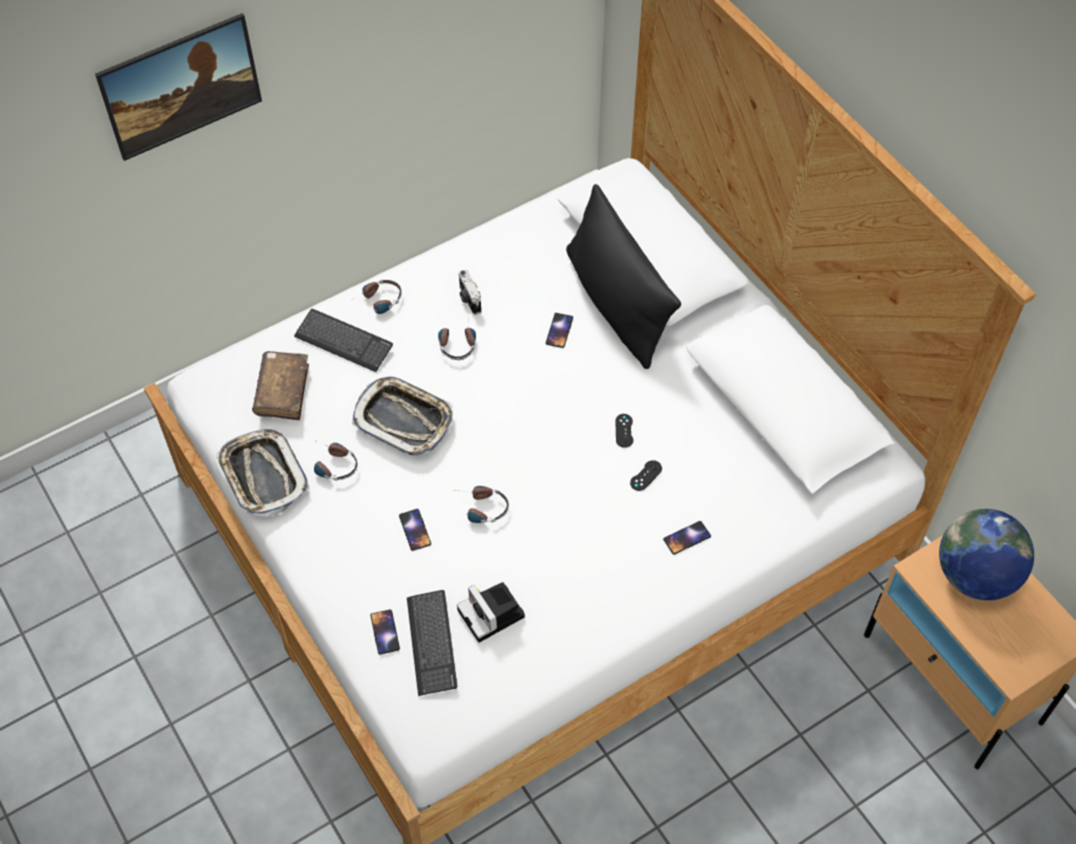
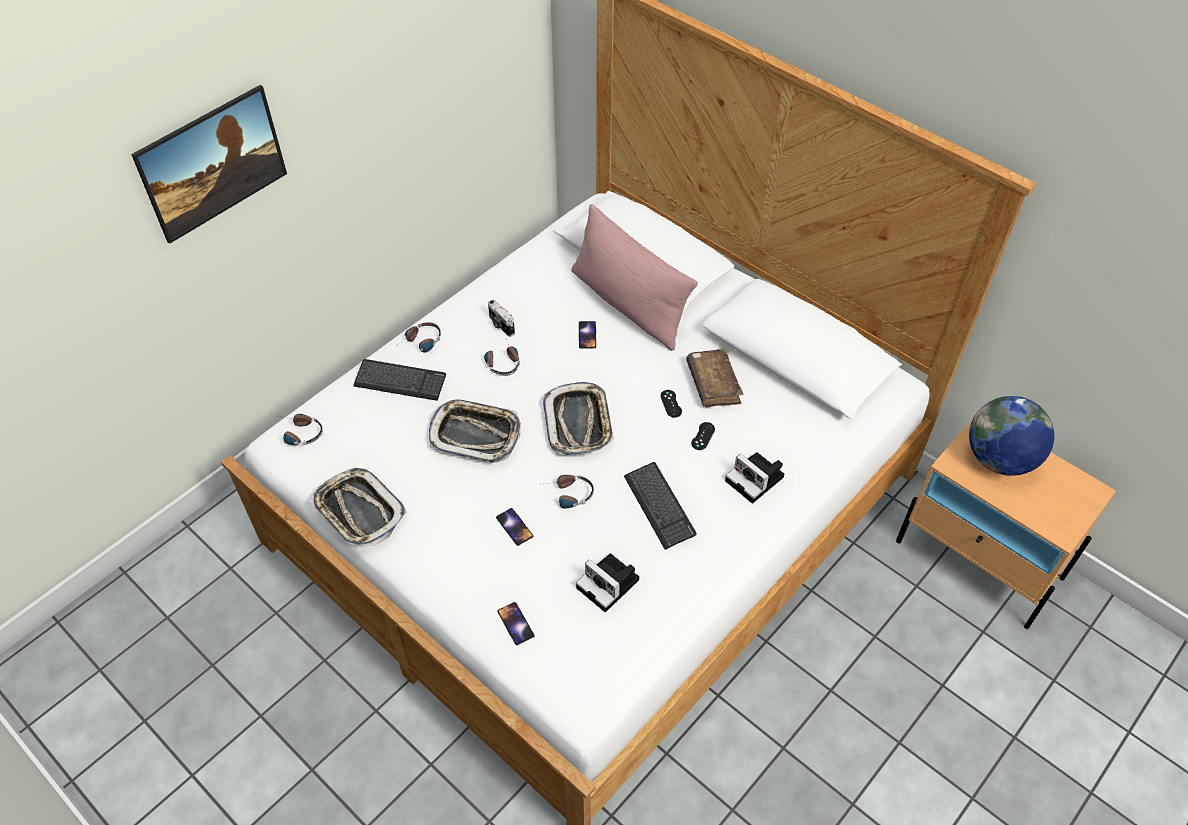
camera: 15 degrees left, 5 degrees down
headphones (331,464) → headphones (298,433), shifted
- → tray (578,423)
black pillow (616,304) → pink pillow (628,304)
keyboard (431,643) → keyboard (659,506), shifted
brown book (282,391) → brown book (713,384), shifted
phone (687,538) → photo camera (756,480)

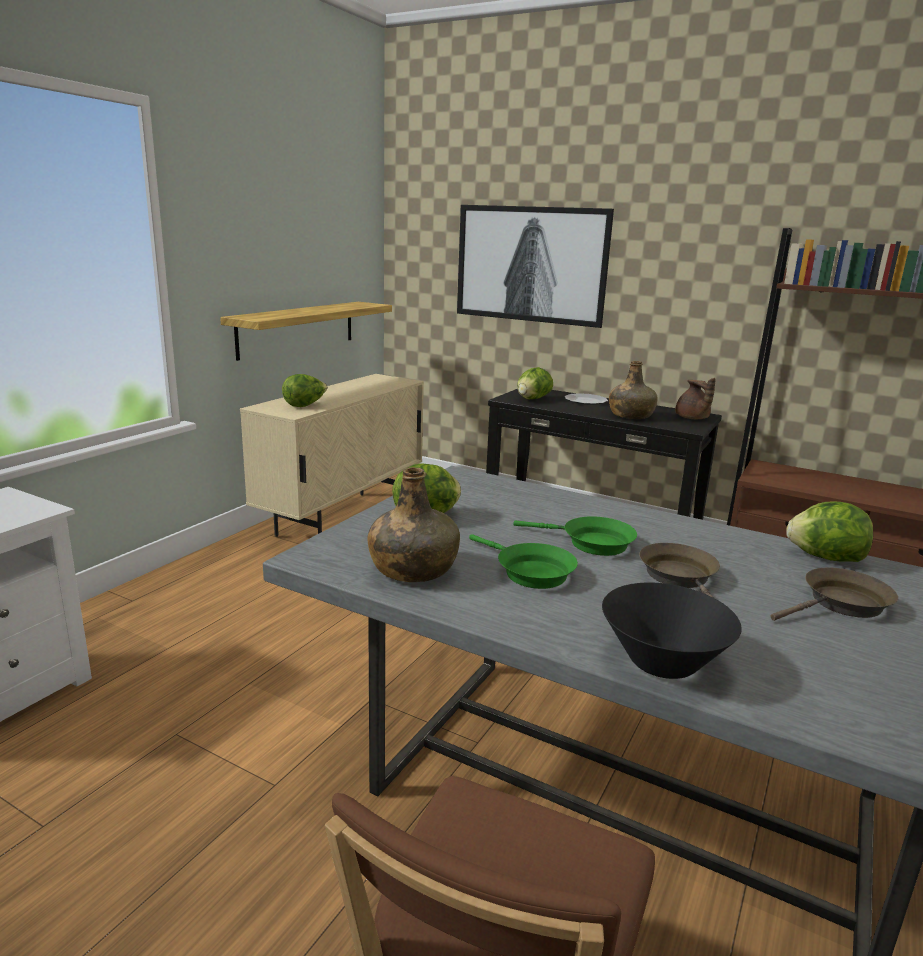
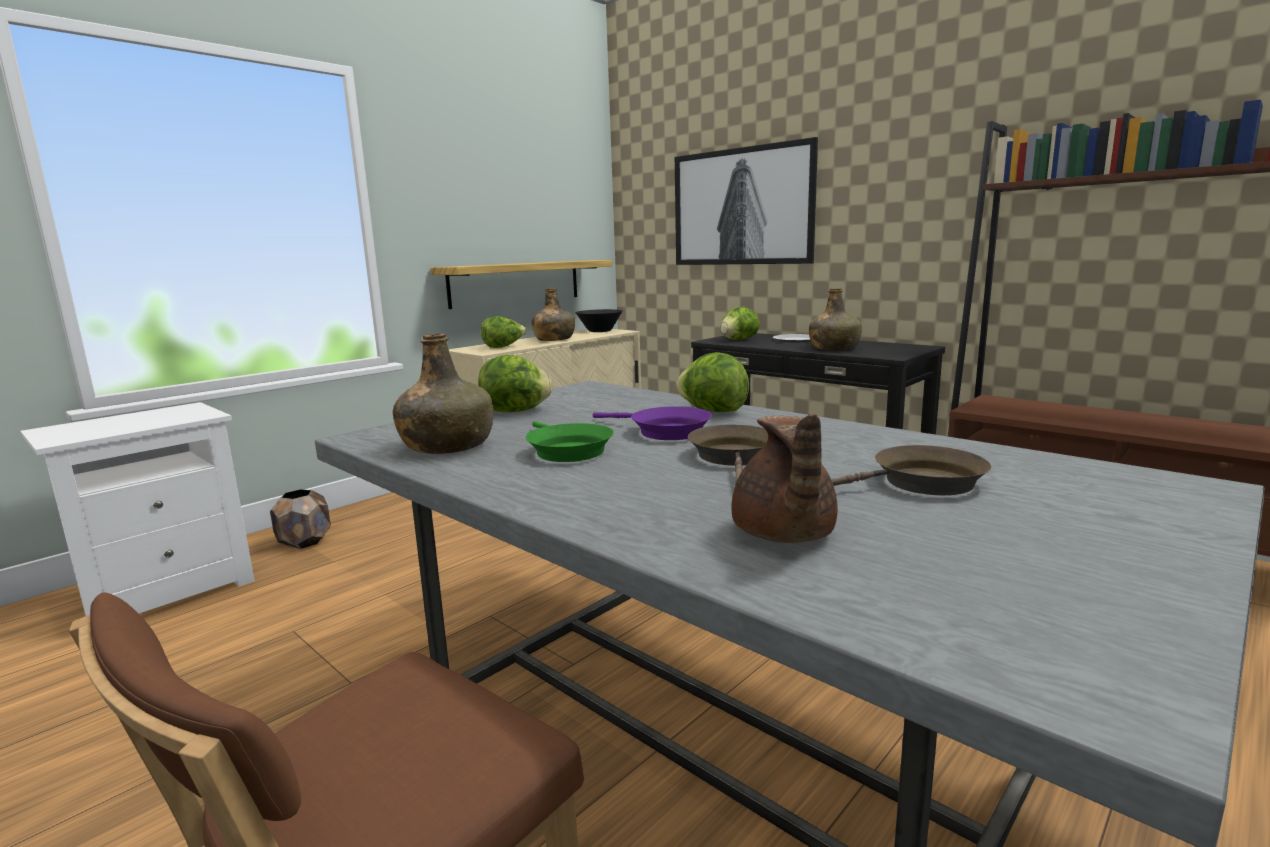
camera: 15 degrees right, 5 degrees down
- → brown planter (305,542)
- → green bottle (553,339)
black bowl (663,662) → black bowl (599,331), shifted
green frying pan (591,543) → purple frying pan (664,431)
lettuce (825,558) → lettuce (712,411), shifted
brown teapot (692,418) → brown teapot (783,535), shifted

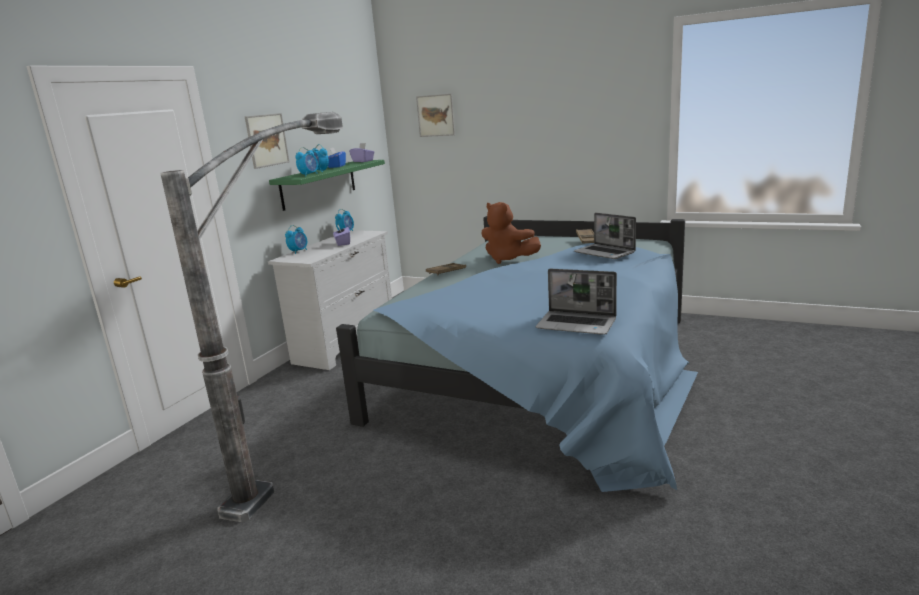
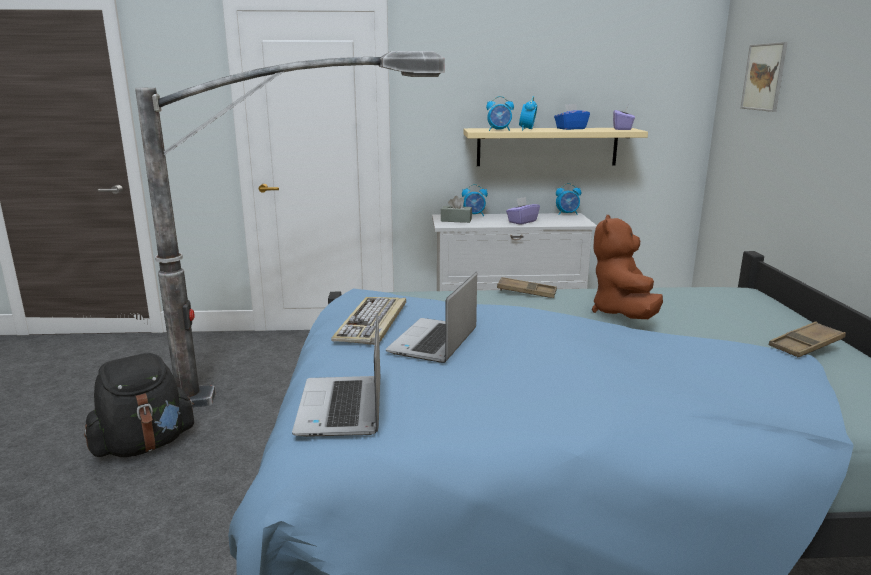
camera: 60 degrees right, 0 degrees up
- → black backpack (145,445)
- → keyboard (372,323)
laptop (605,253) → laptop (434,342), shifted
- → grey tissue box (456,220)
green shelf (319,184) → beige shelf (547,147)
picture (267,140) → -

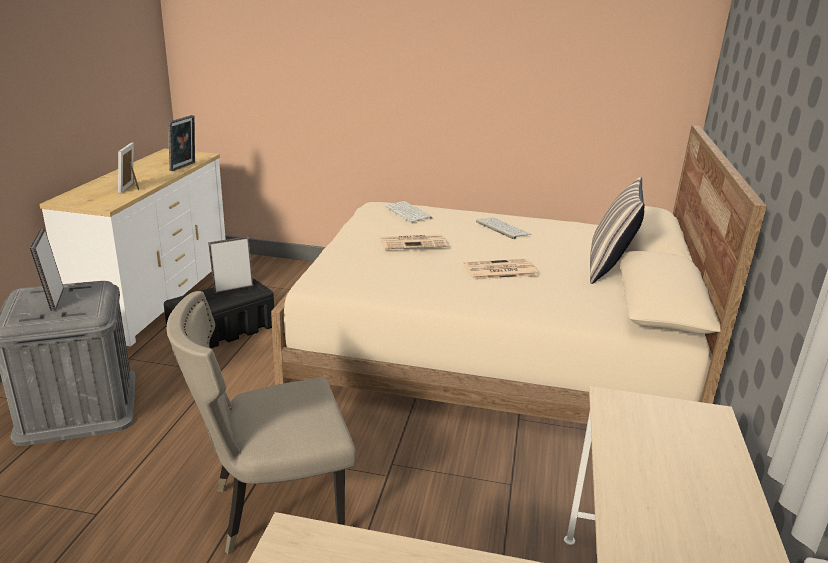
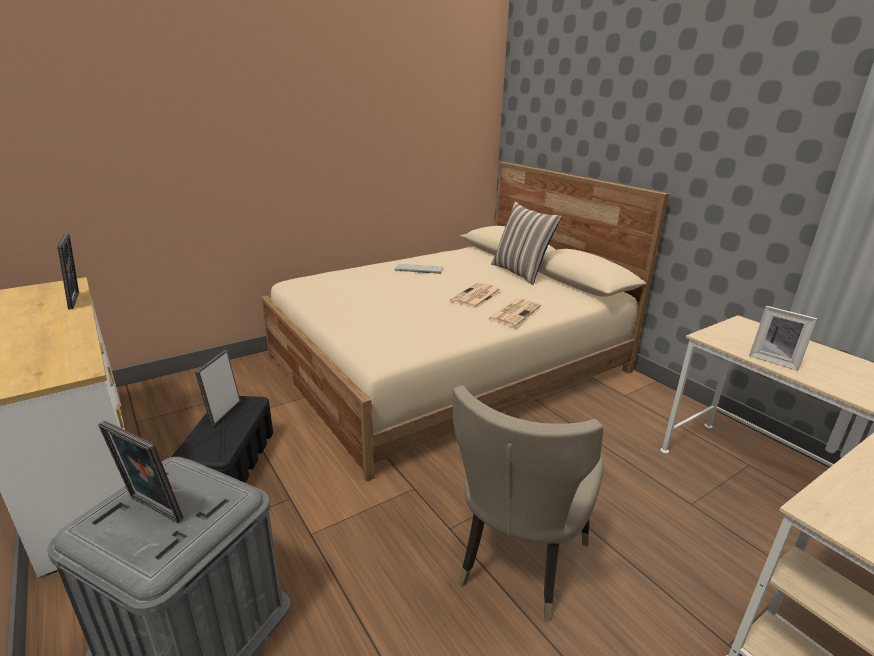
camera: 45 degrees left, 0 degrees up
newspaper (414,242) → newspaper (514,312), shifted
picture frame (132,188) → picture frame (775,360), shifted
keyboard (409,212) → -

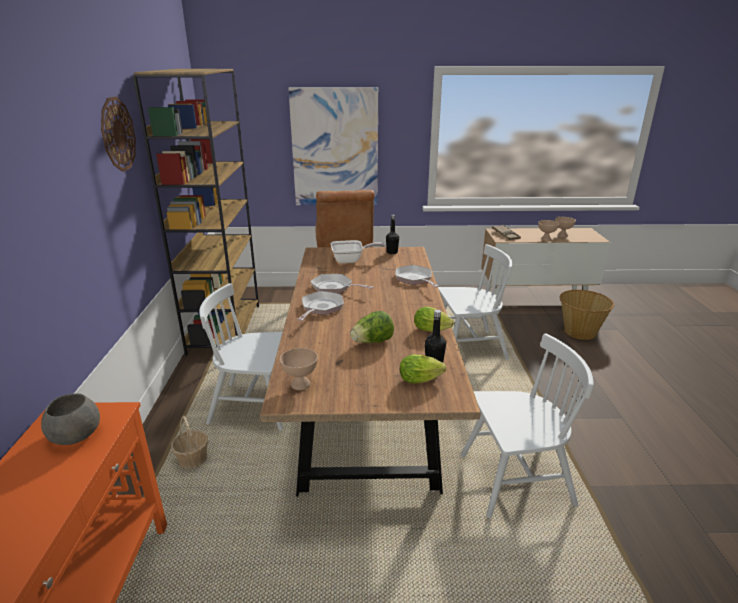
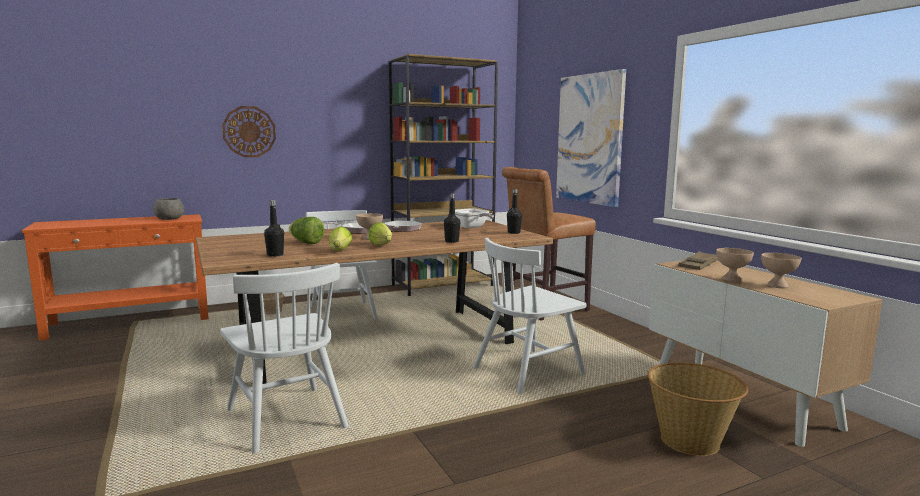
camera: 65 degrees right, 15 degrees down
wall clock (117,134) → wall clock (249,131), shifted
beige bowl (300,384) → beige bowl (370,238), shifted
lettuce (422,380) → lettuce (382,246), shifted
frying pan (415,279) → black bottle (451,241)
white chair (468,348) → white chair (528,371), 90 degrees clockwise

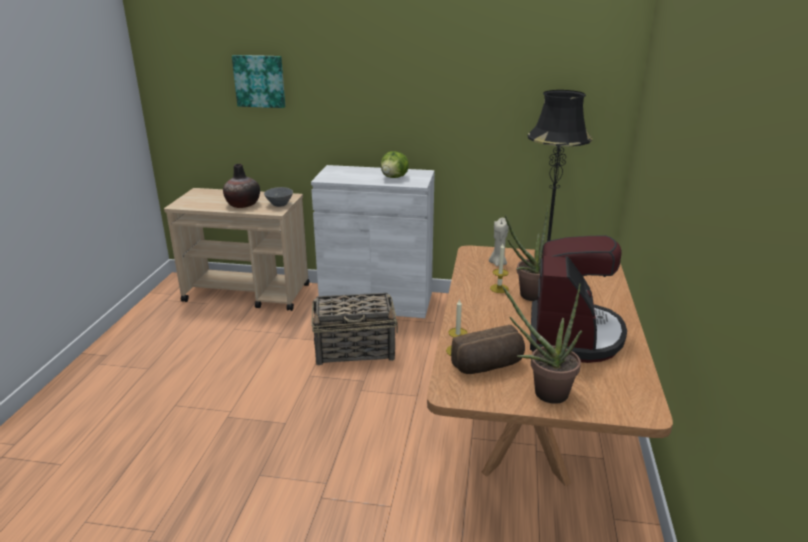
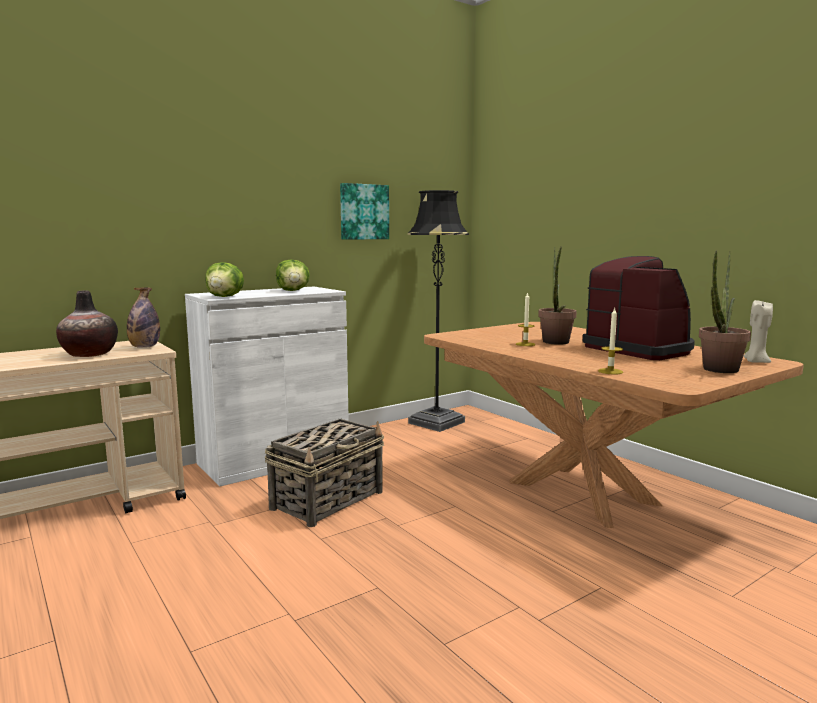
camera: 45 degrees left, 15 degrees down
grey bowl (278,204) → bottle (144,347)
- → lettuce (225,297)
picture (260,81) → picture (363,212), shifted
beige candle (497,263) → beige candle (755,362), shifted
bread (488,366) → -

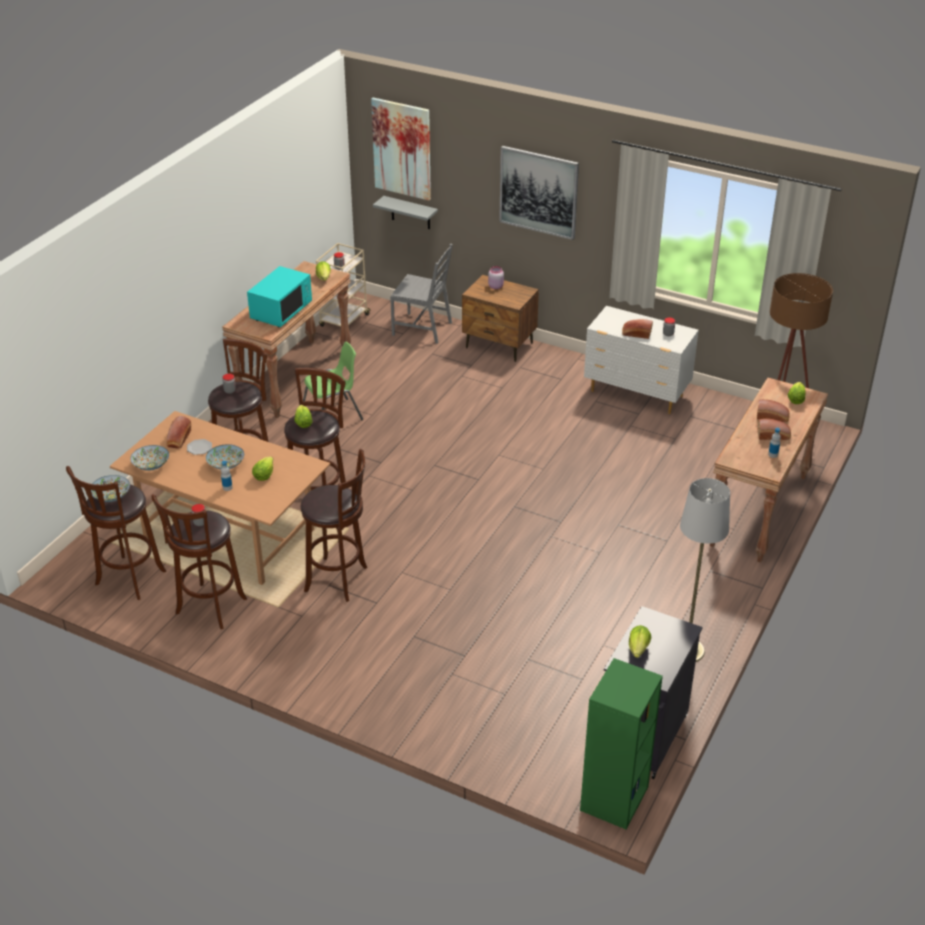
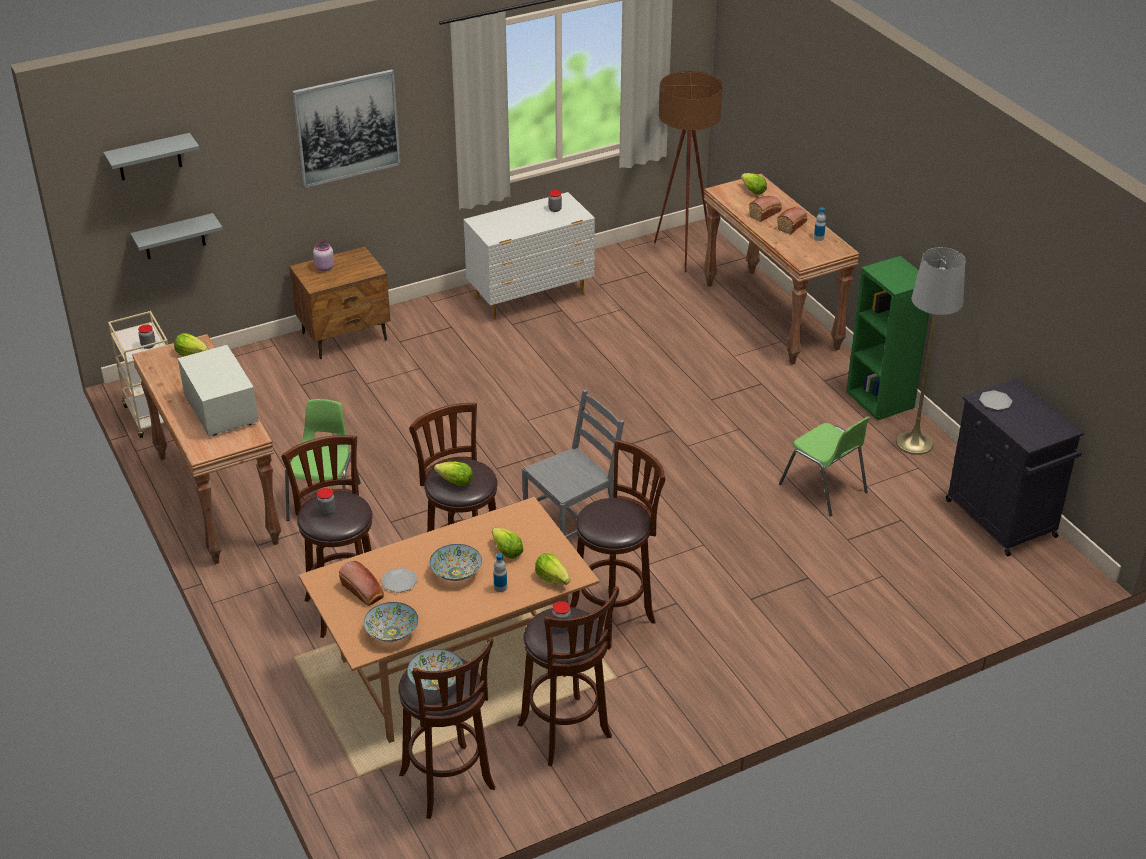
camera: 55 degrees left, 0 degrees up
picture (402,148) → grey shelf (149,157)
turquoise microwave (281,311) → white microwave (220,410)
grey chair (423,328) → grey chair (573,525), shifted
lettuce (638,648) → lettuce (552,578), shifted
- → green chair (824,489)
green bookcase (614,799) → green bookcase (881,400), shifted
- → plate (995,401)
bread (636,334) → -

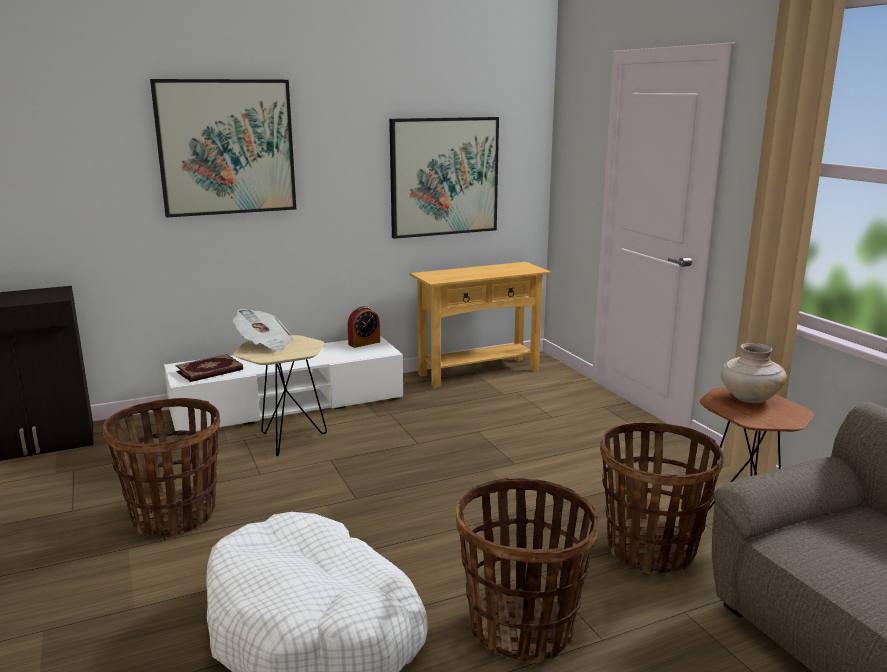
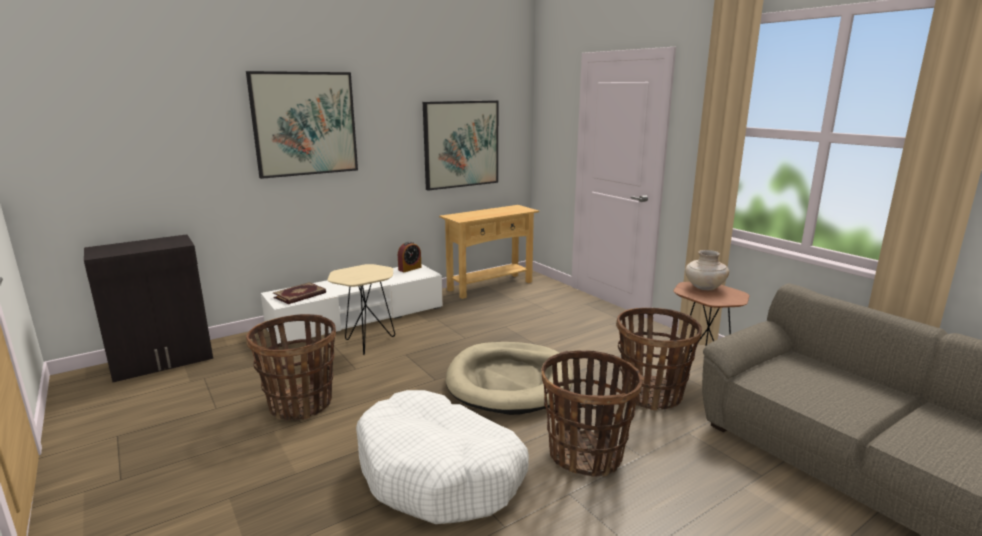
camera: 10 degrees left, 0 degrees up
- → beige dog bed (509,381)
newspaper (264,344) → -

